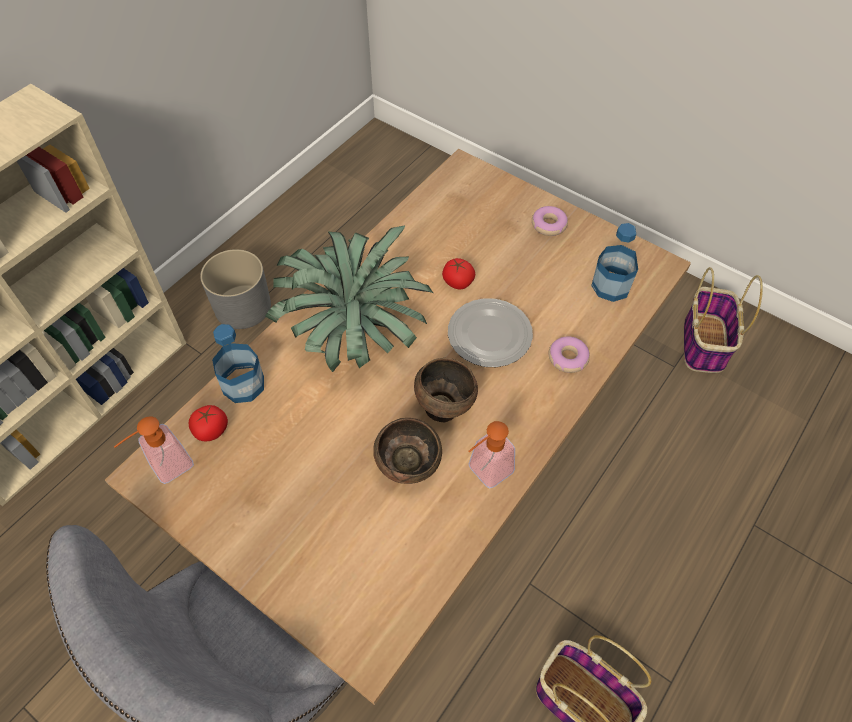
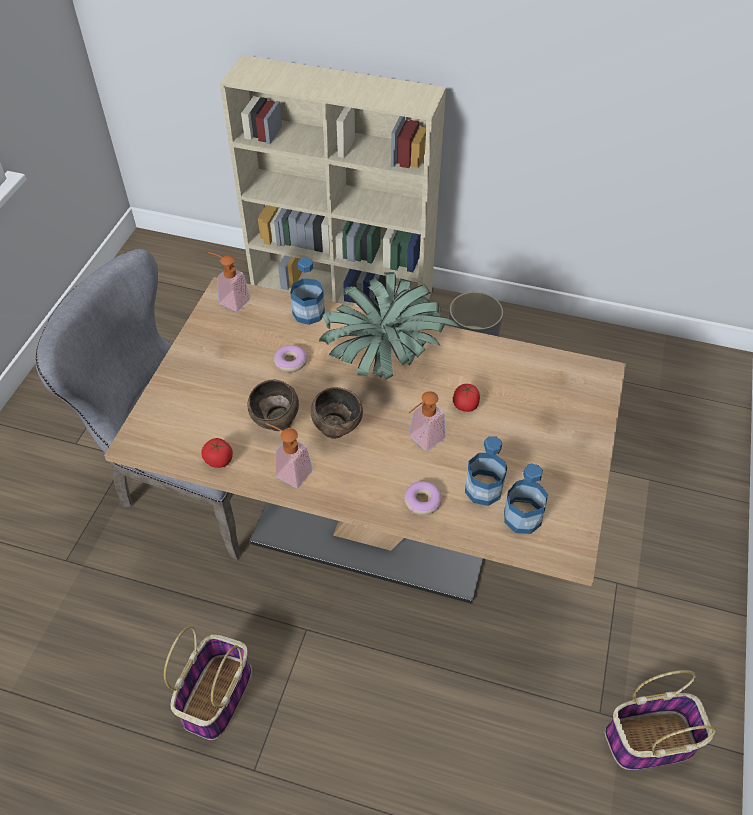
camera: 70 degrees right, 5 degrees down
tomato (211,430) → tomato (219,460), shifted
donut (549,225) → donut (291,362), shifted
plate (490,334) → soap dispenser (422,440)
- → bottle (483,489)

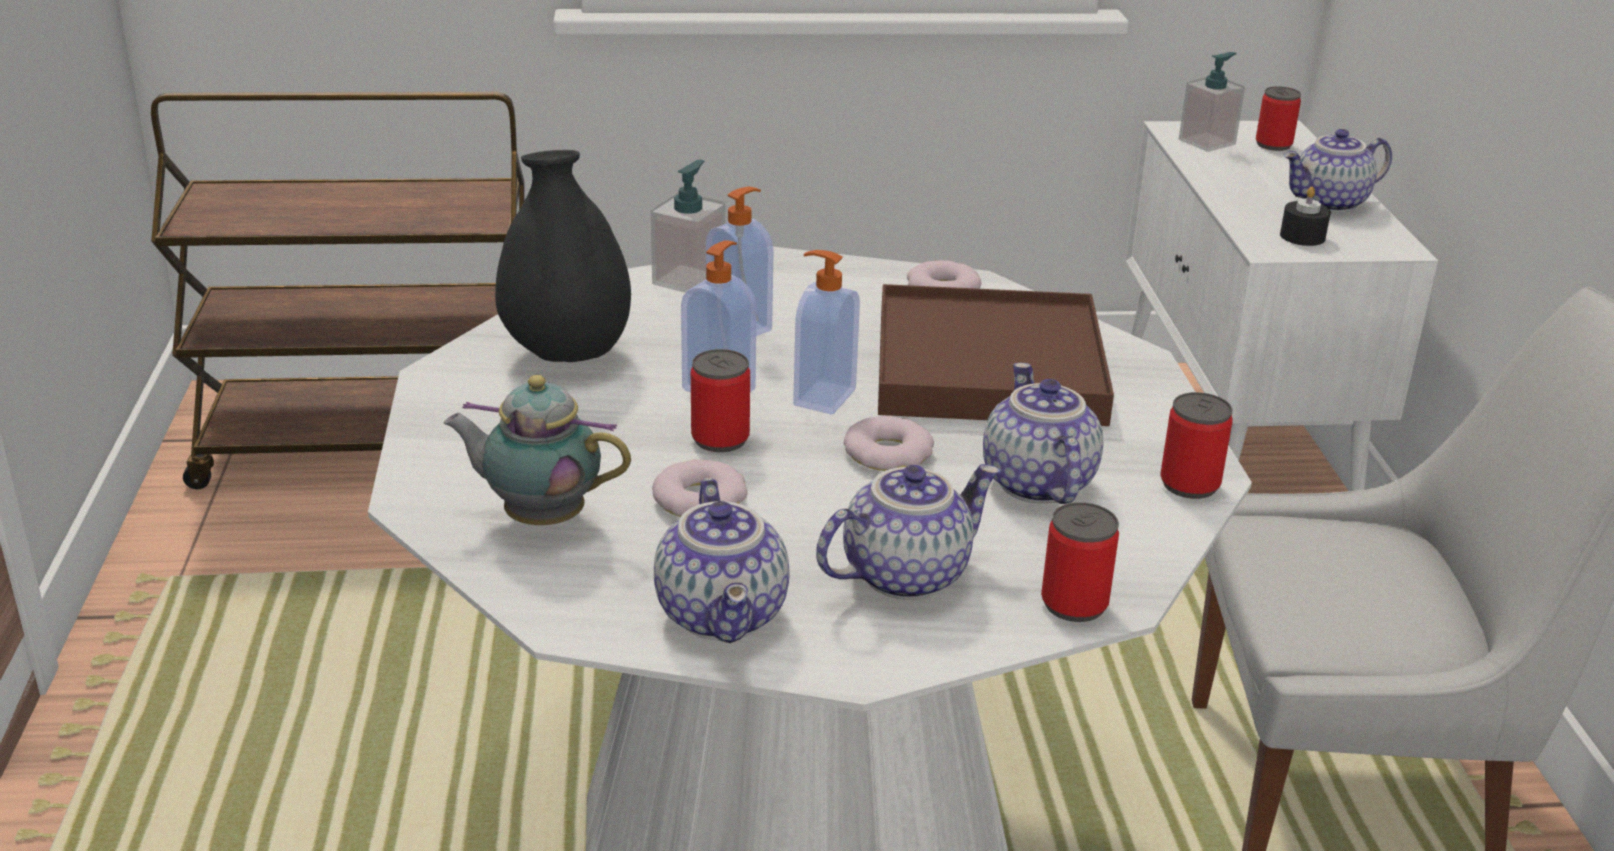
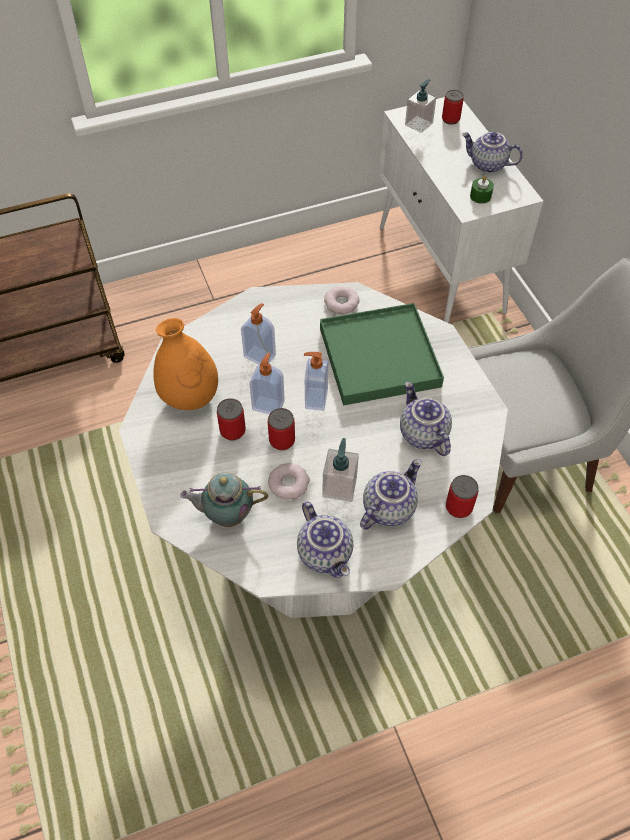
camera: 15 degrees left, 25 degrees up
black vase (567,354) → orange vase (190,397)
can (1189,484) → can (232,431), shifted
brown tray (987,366) → green tray (379,357)
soap dispenser (689,280) → soap dispenser (339,486), shifted
teapot (1330,203) → teapot (487,165), 60 degrees clockwise
black candle (1302,236) → green candle (480,196)
donut (888,453) → -

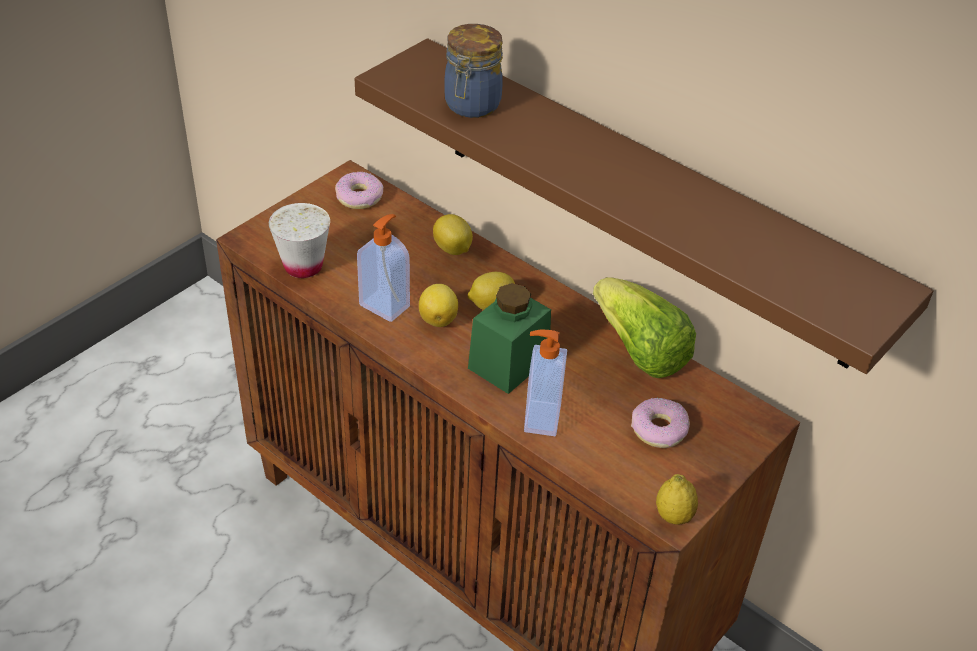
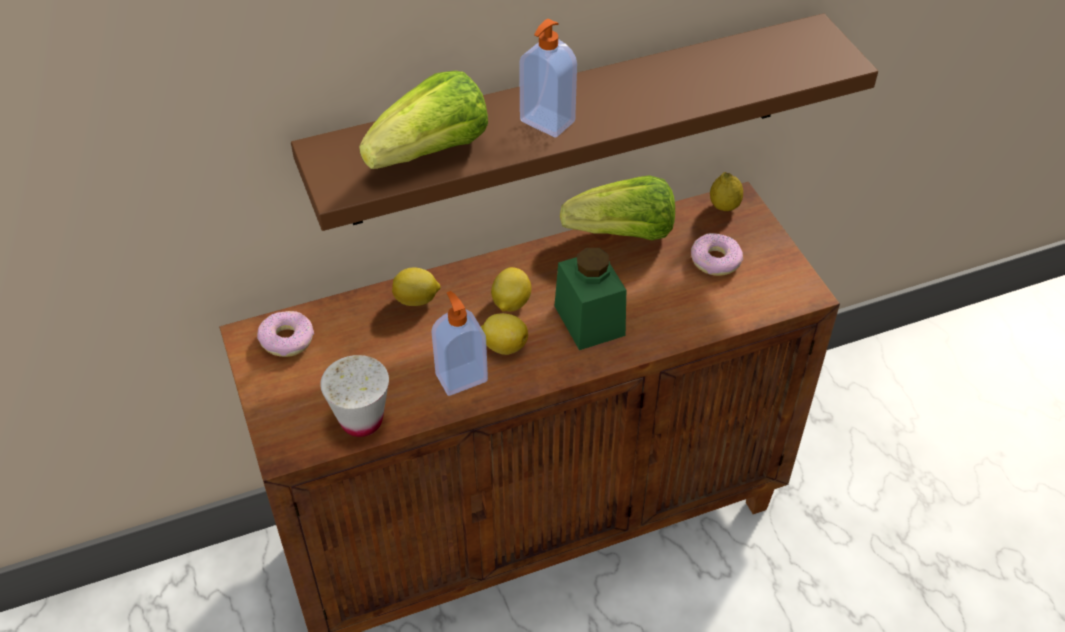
camera: 60 degrees left, 5 degrees up
jar (471,106) → lettuce (432,152)
soap dispenser (540,418) → soap dispenser (546,122), shifted
lemon (673,516) → lemon (724,207), shifted

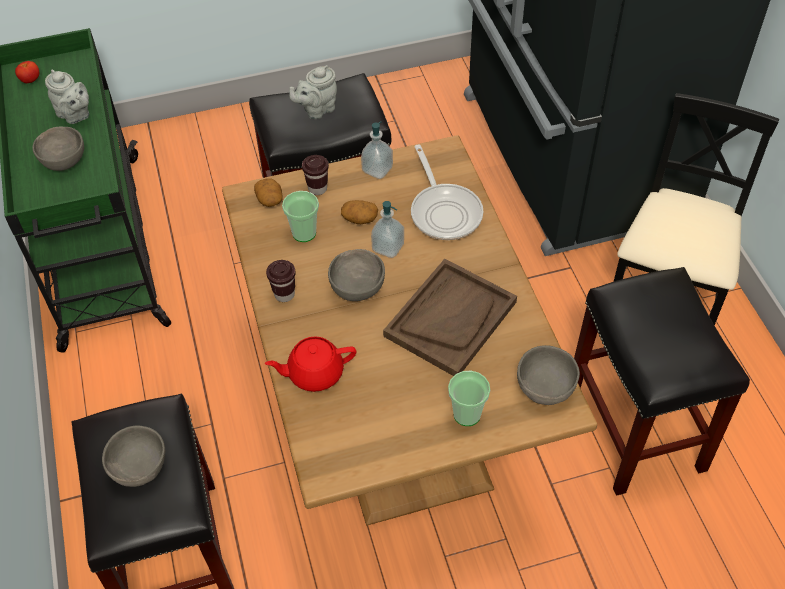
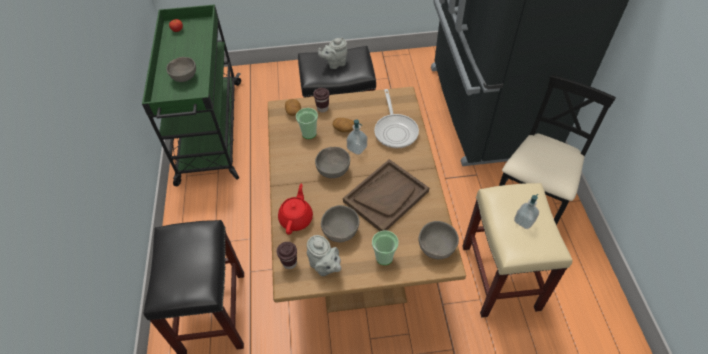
camera: 10 degrees right, 0 degrees up
brown cup (284,294) → brown cup (289,263), shifted
red teapot (314,373) → red teapot (296,218), 105 degrees clockwise
grey teapot (75,115) → grey teapot (325,266), shifted
grey bowl (139,469) → grey bowl (340,232), shifted
black stool (636,429) → beige stool (501,278)
soap dispenser (377,169) → soap dispenser (524,221), shifted

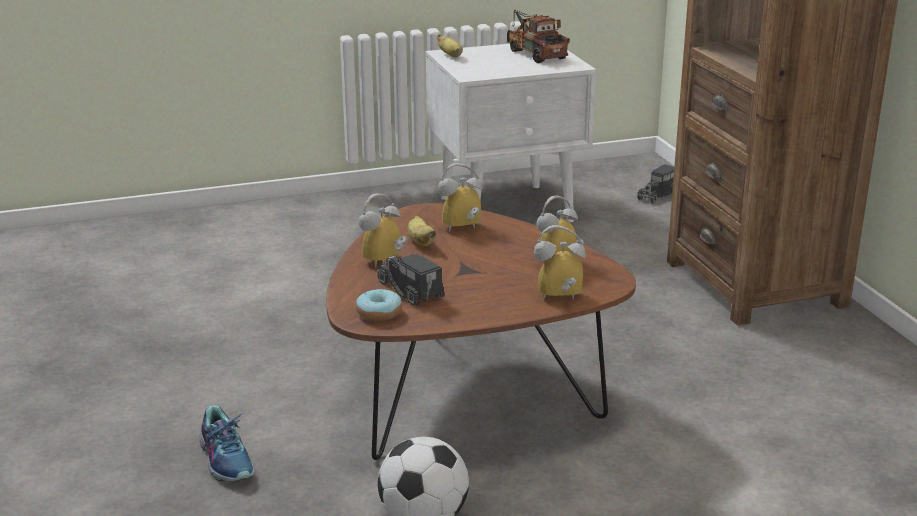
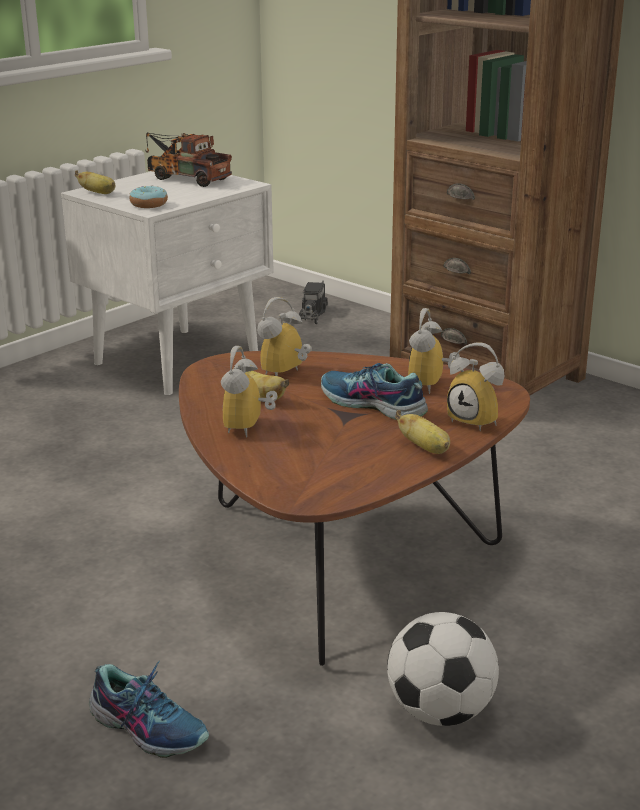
camera: 30 degrees left, 0 degrees up
donut (379,313) → donut (149,204), shifted
- → shoe (372,405)
- → banana (425,448)
alarm clock (559,299) → alarm clock (478,420), 105 degrees counterclockwise
toy truck (412,292) → -

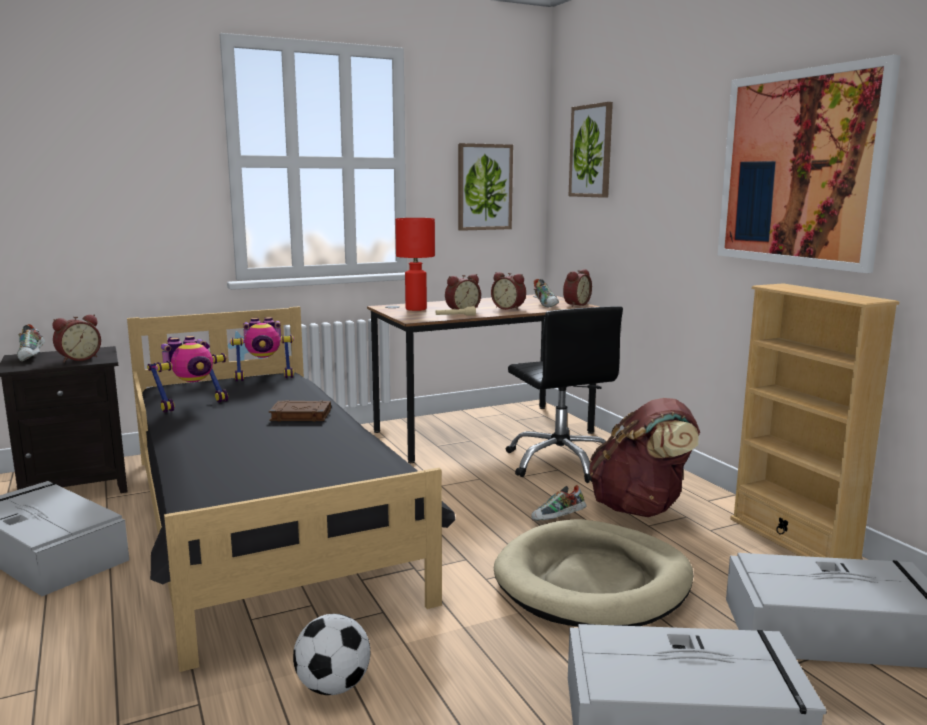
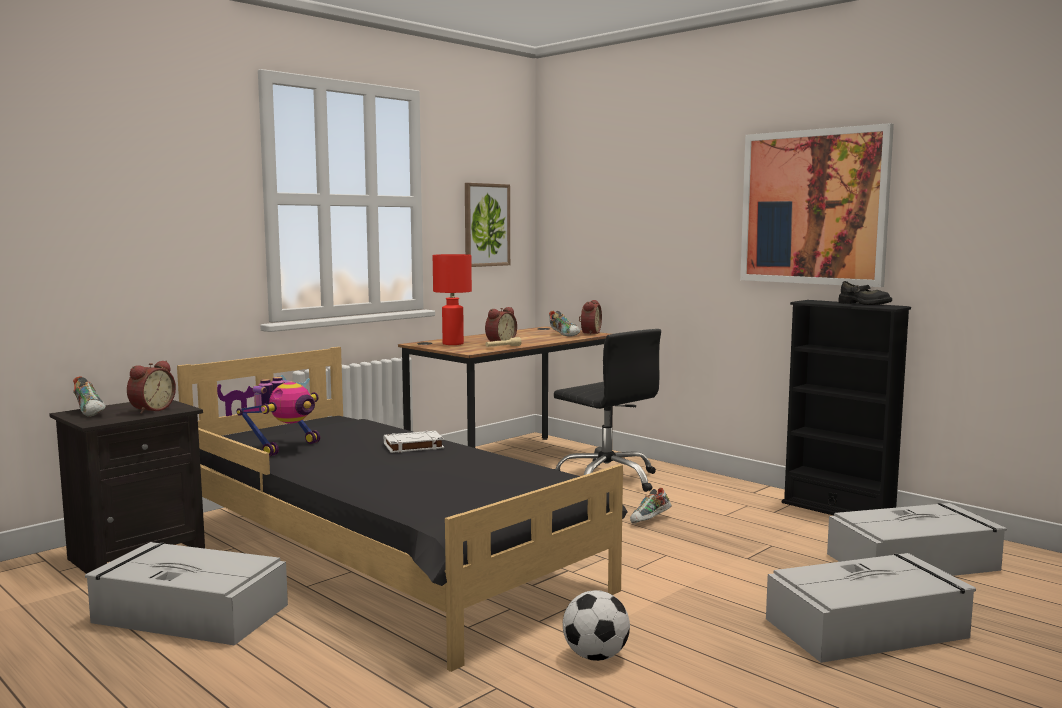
camera: 20 degrees left, 5 degrees down
brown book (300,415) → white book (413,446)
beige bookcase (793,540) → black bookcase (838,510)
- → black shoe (864,304)
toy robot (264,377) → -
alarm clock (509,308) → -
beige dog bed (593,581) → -
picture (591,151) → -
brown backpack (641,508) → -

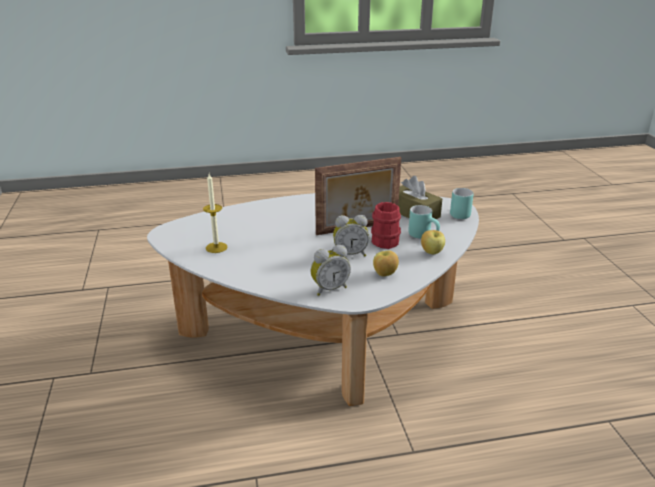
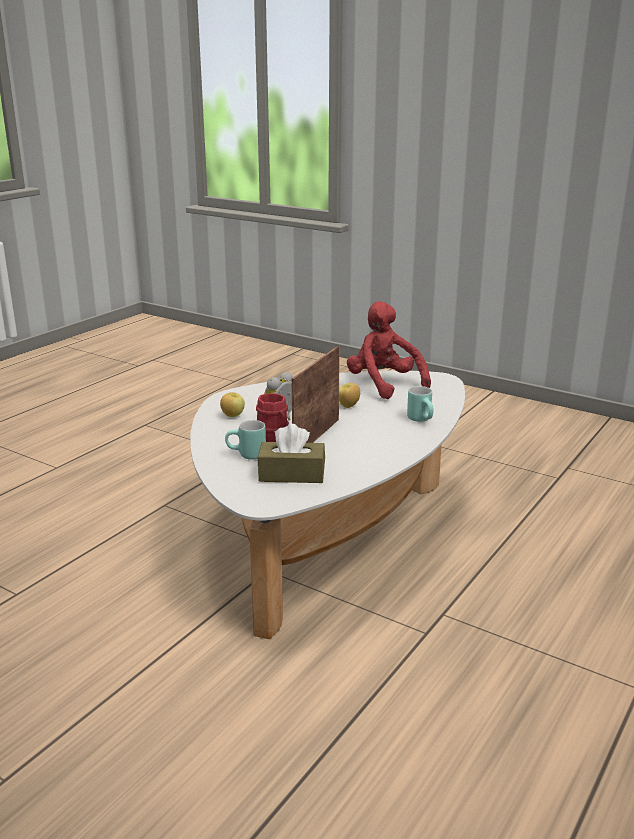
camera: 135 degrees right, 5 degrees down
apple (432,252) → apple (348,406), shifted
candle (216,247) → red plush toy (384,385)
turquoise mug (459,213) → turquoise mug (423,420), shifted
alarm clock (329,289) → -

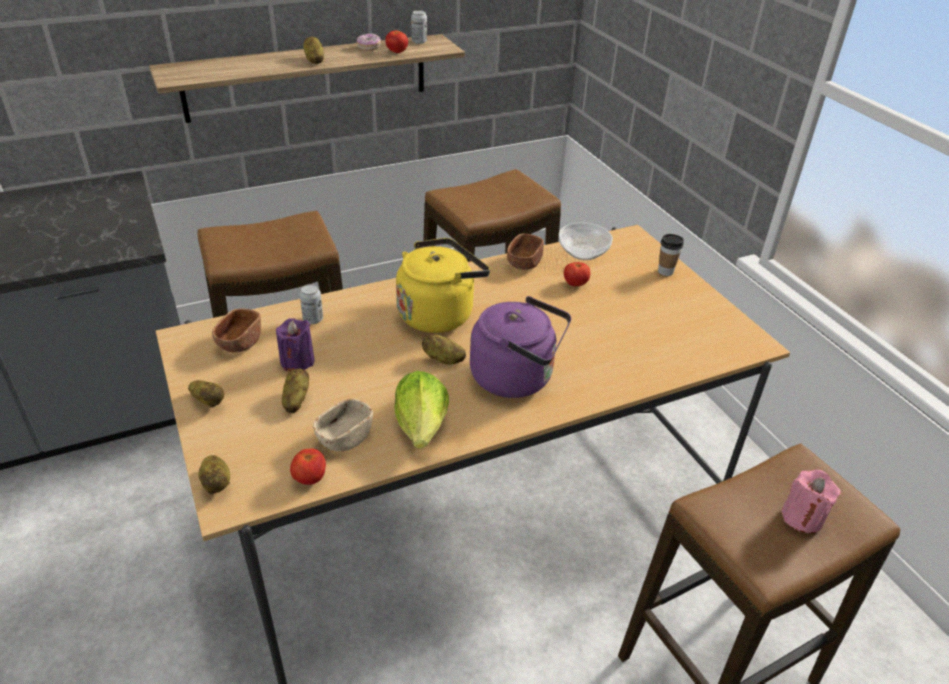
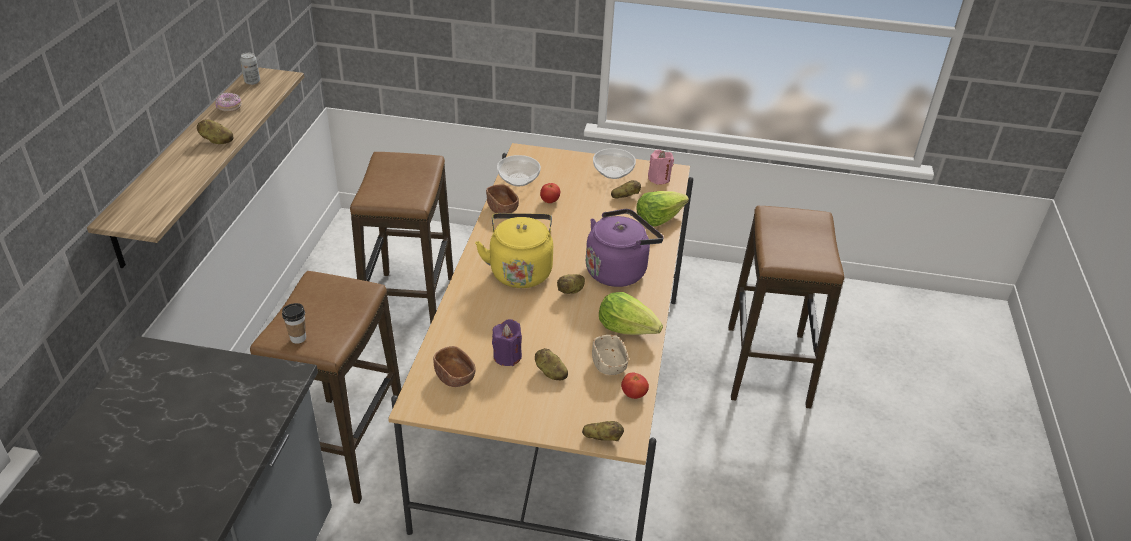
camera: 55 degrees left, 0 degrees up
cup (665,271) → cup (298,338), shifted
- → bowl (612,173)
potato (208,401) → potato (625,196), shifted
- → lettuce (658,218)
pink candle (802,517) → pink candle (659,178), shifted
can (313,319) → -
tomato (397,52) → -

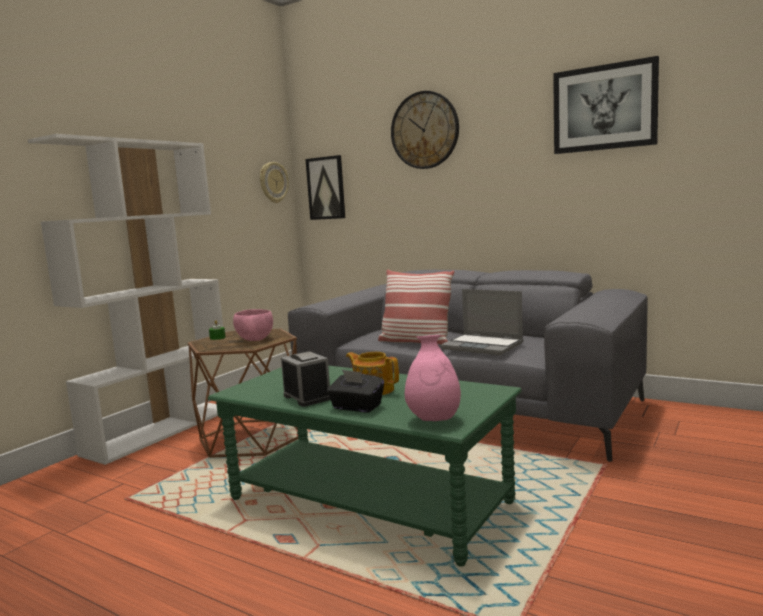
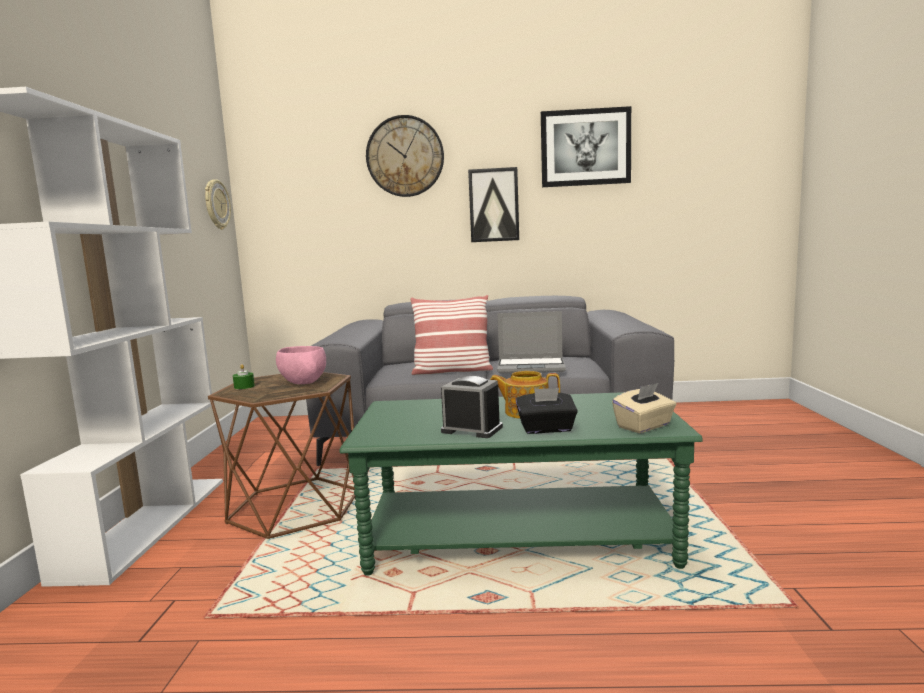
camera: 30 degrees left, 0 degrees up
picture (326,188) → picture (493,205), shifted
pink vase (434,420) → beige tissue box (644,426)

